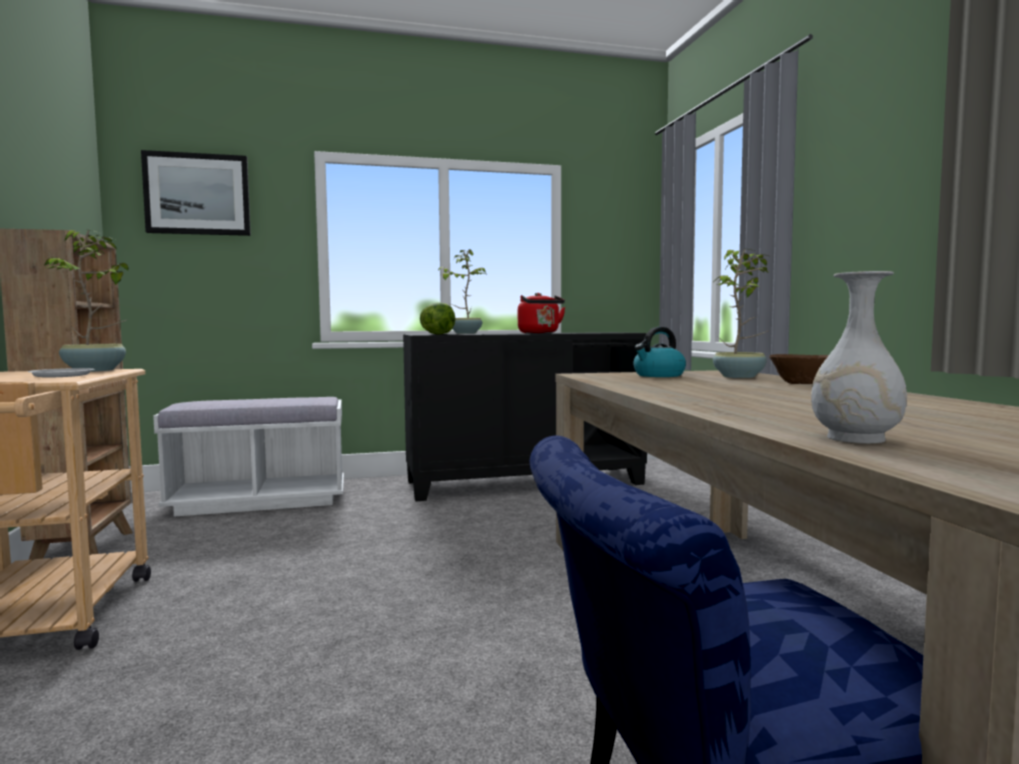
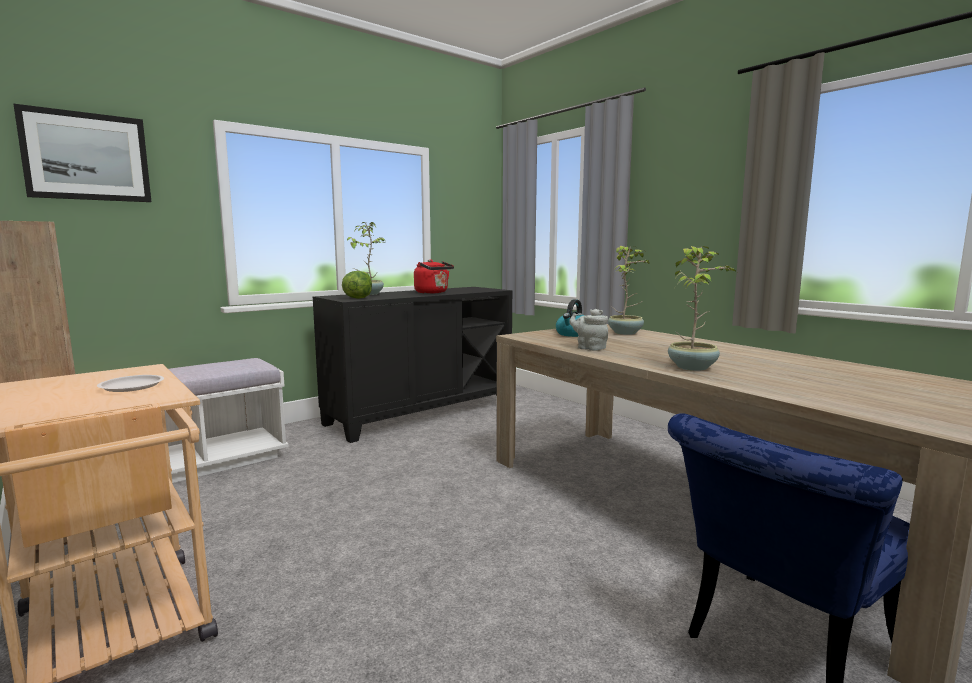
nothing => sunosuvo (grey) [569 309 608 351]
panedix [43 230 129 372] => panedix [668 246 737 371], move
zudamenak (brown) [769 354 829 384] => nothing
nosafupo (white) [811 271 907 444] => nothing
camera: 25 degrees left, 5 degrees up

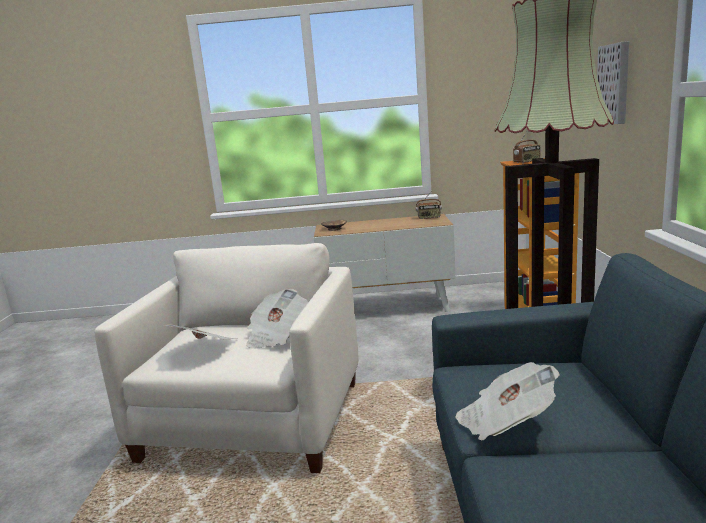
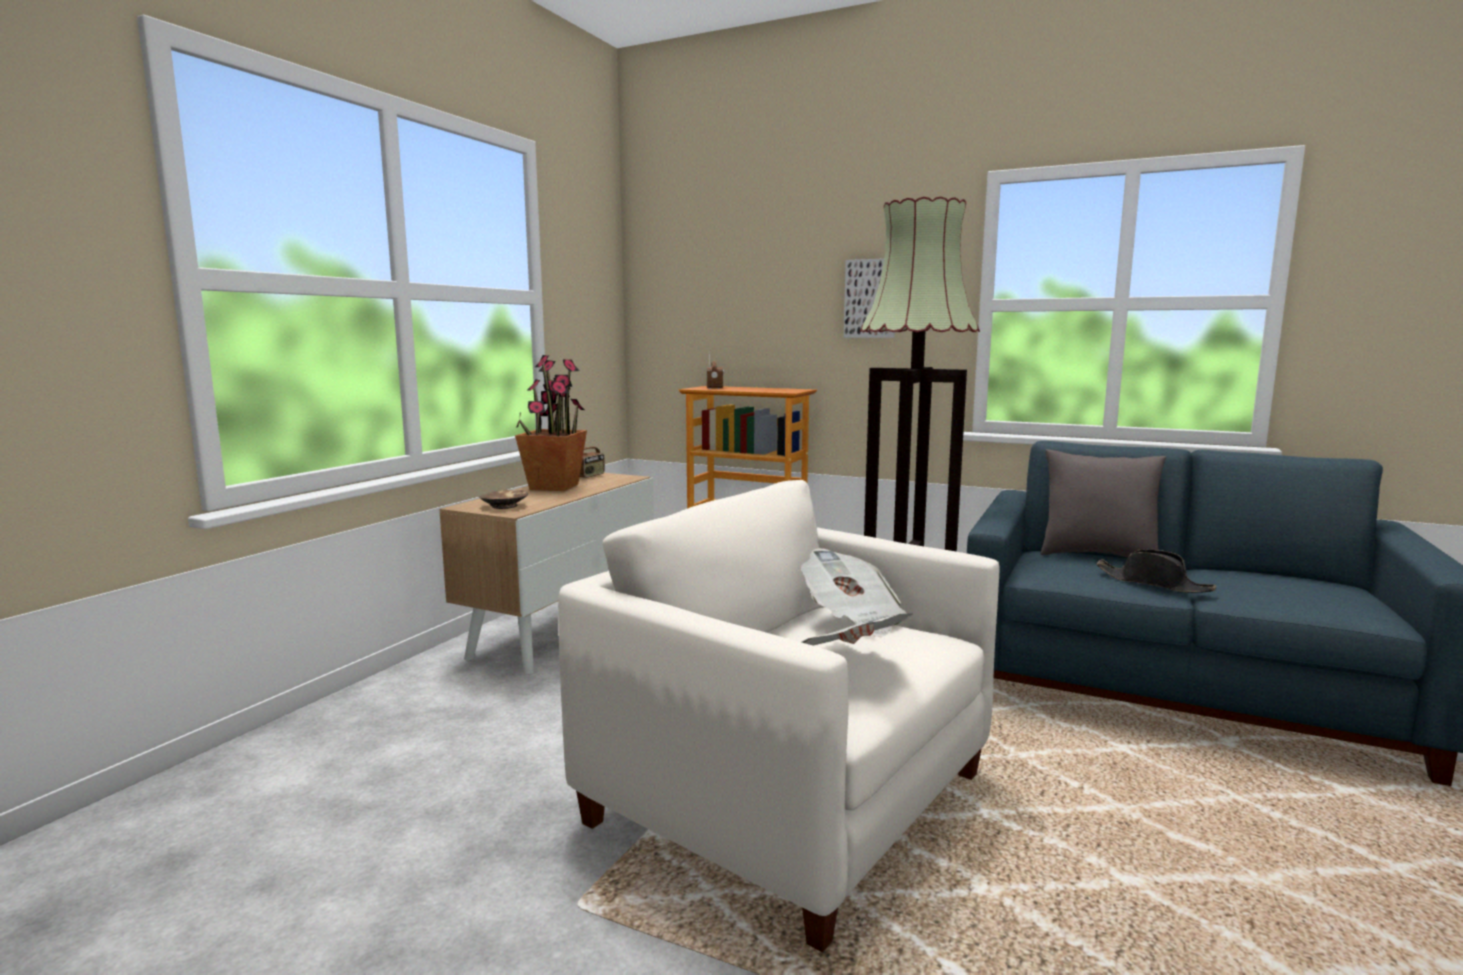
nothing => panedix [515 355 587 491]
nothing => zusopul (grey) [1041 449 1166 557]
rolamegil [455 362 560 441] => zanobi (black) [1096 549 1216 593]
camera: 65 degrees left, 5 degrees down

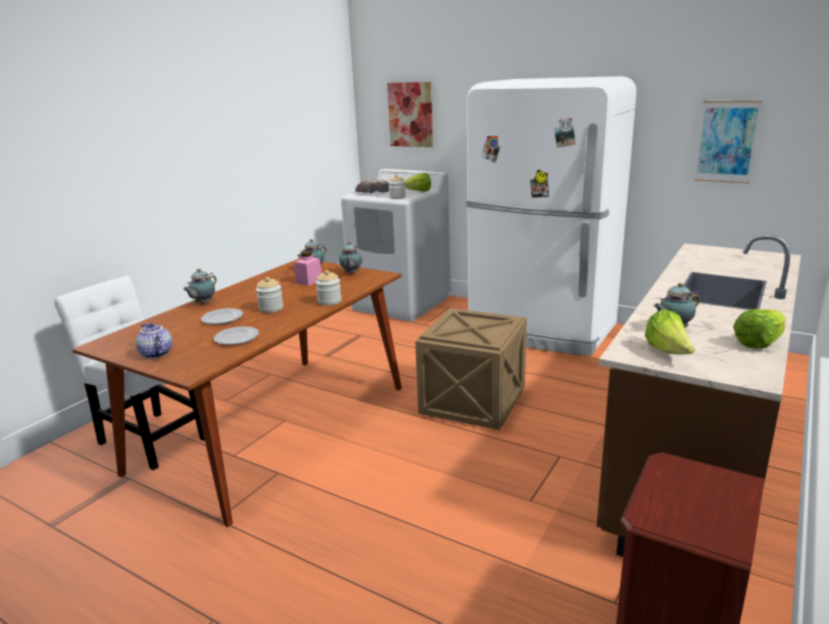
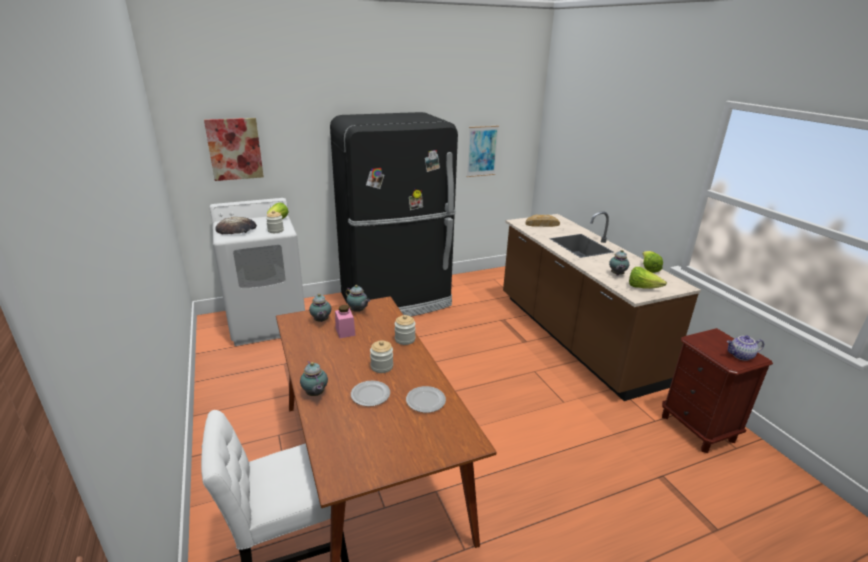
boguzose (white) [466 76 637 356] => boguzose (black) [330 112 458 316]
nothing => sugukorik [525 215 560 227]
sunosuvo [136 323 172 359] => sunosuvo [727 335 764 361], move
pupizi [415 308 527 430] => nothing
camera: 55 degrees left, 5 degrees up

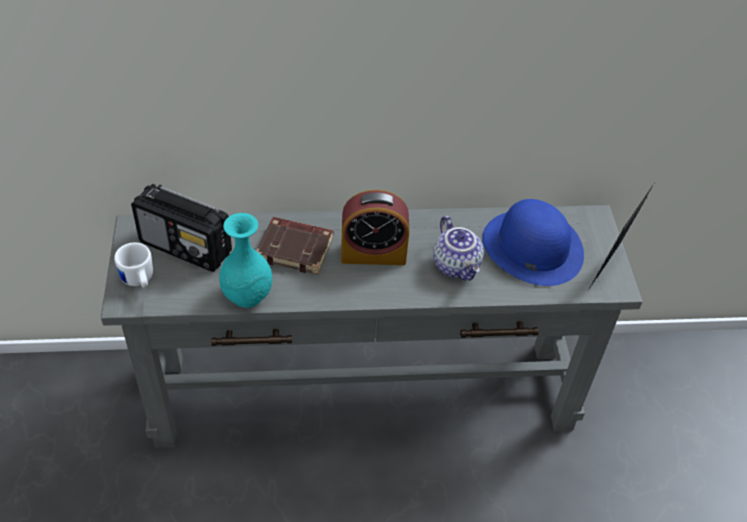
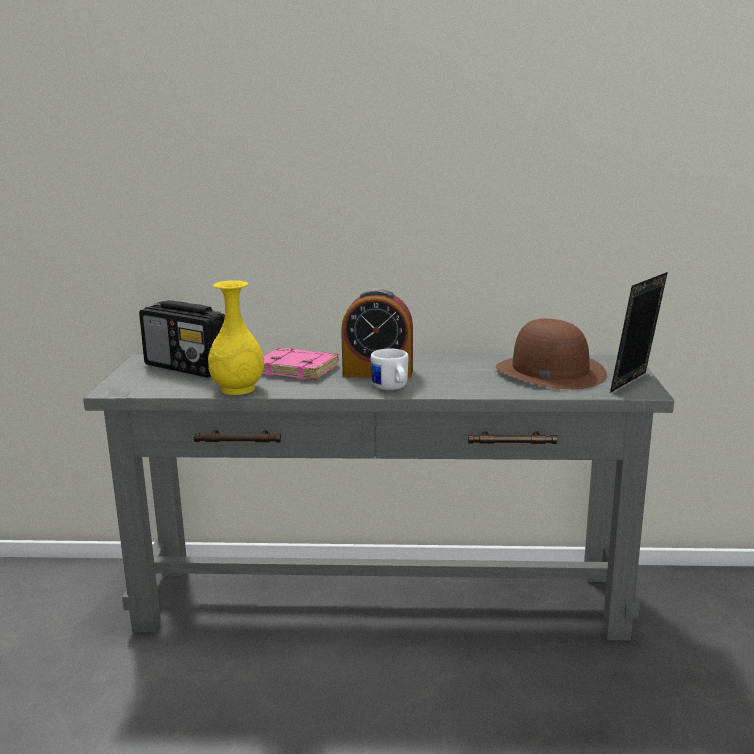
nosafupo (turquoise) [219 213 272 308] => nosafupo (yellow) [208 280 264 395]
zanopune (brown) [256 217 333 274] => zanopune (pink) [263 348 339 380]
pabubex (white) [114 243 153 288] => pabubex (white) [371 349 408 390], move
zanobi (blue) [482 199 584 286] => zanobi (brown) [496 319 607 389]
sunosuvo [433 216 484 281] => nothing
camera: 10 degrees right, 30 degrees down

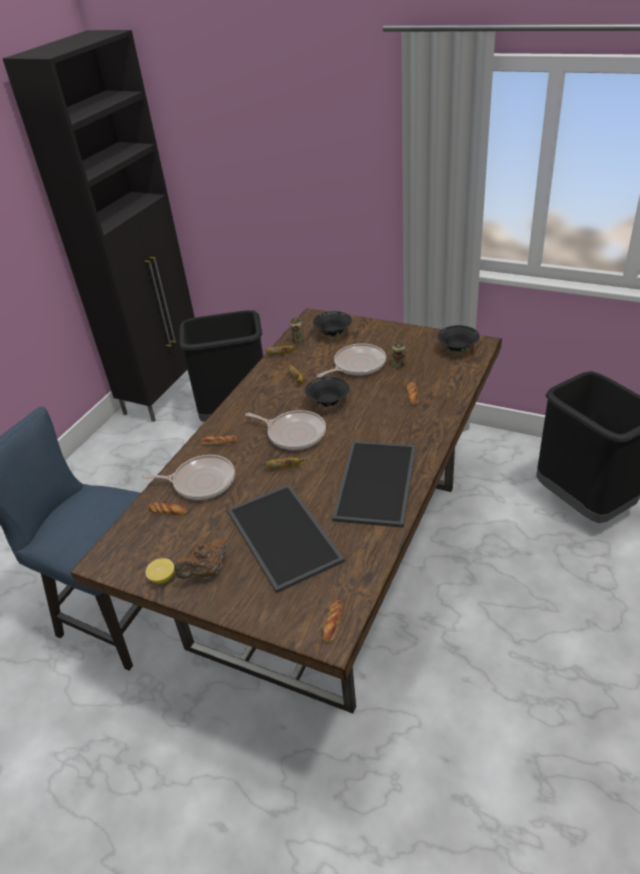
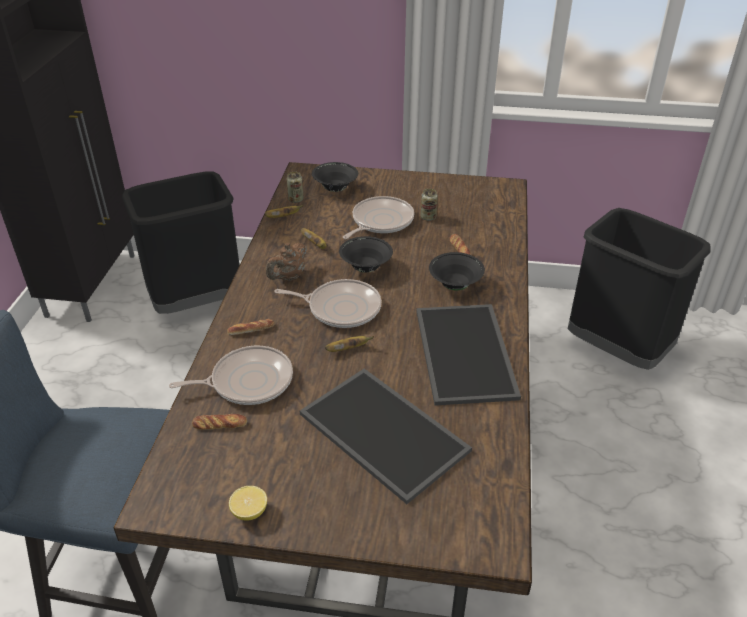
sunosuvo (brown) [174 539 229 579] => sunosuvo (brown) [266 243 307 280], move
zudamenak (black) [438 325 480 353] => zudamenak (black) [429 252 485 290], move
sugukorik [323 600 343 642] => nothing
camera: 20 degrees left, 0 degrees up

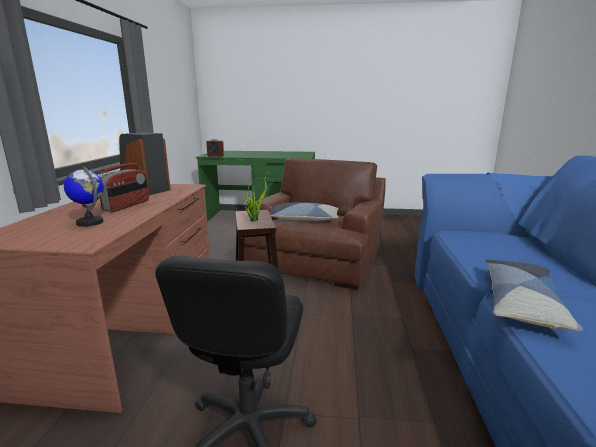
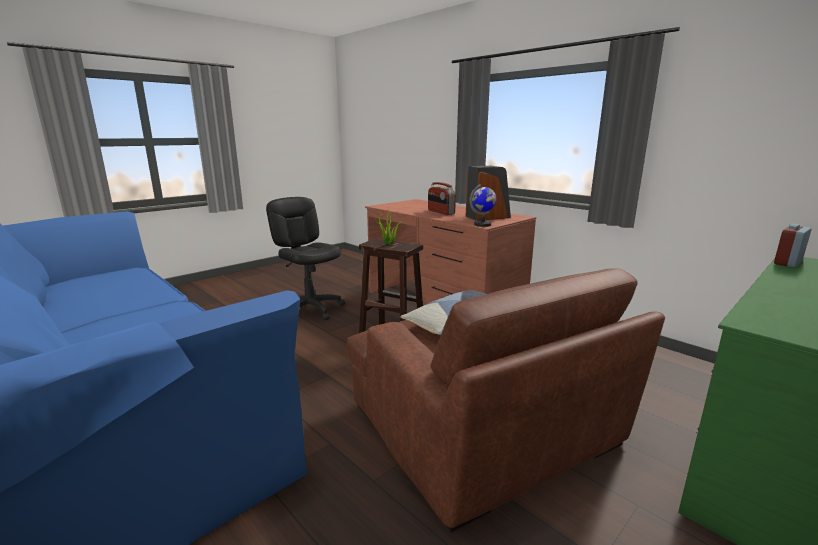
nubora [64 166 104 227] => nubora [470 184 497 227], move
zusopul [486 259 583 331] => nothing
camera: 130 degrees right, 0 degrees up

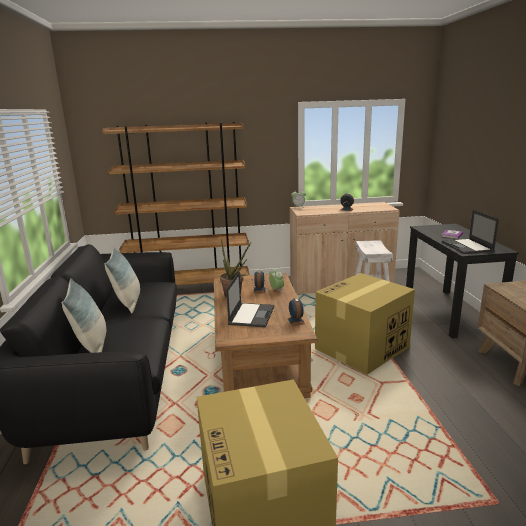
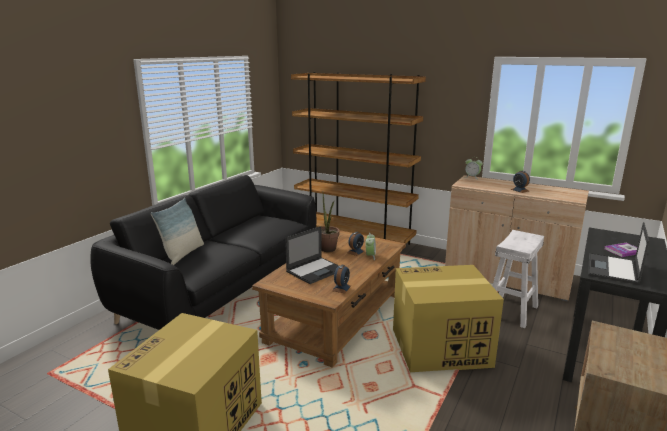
zusopul [104 247 140 313] => nothing
camera: 35 degrees right, 0 degrees up

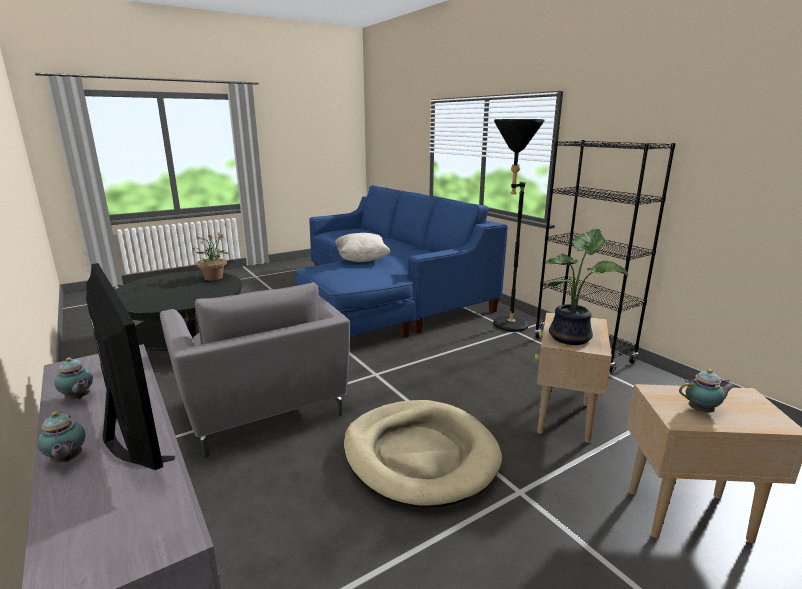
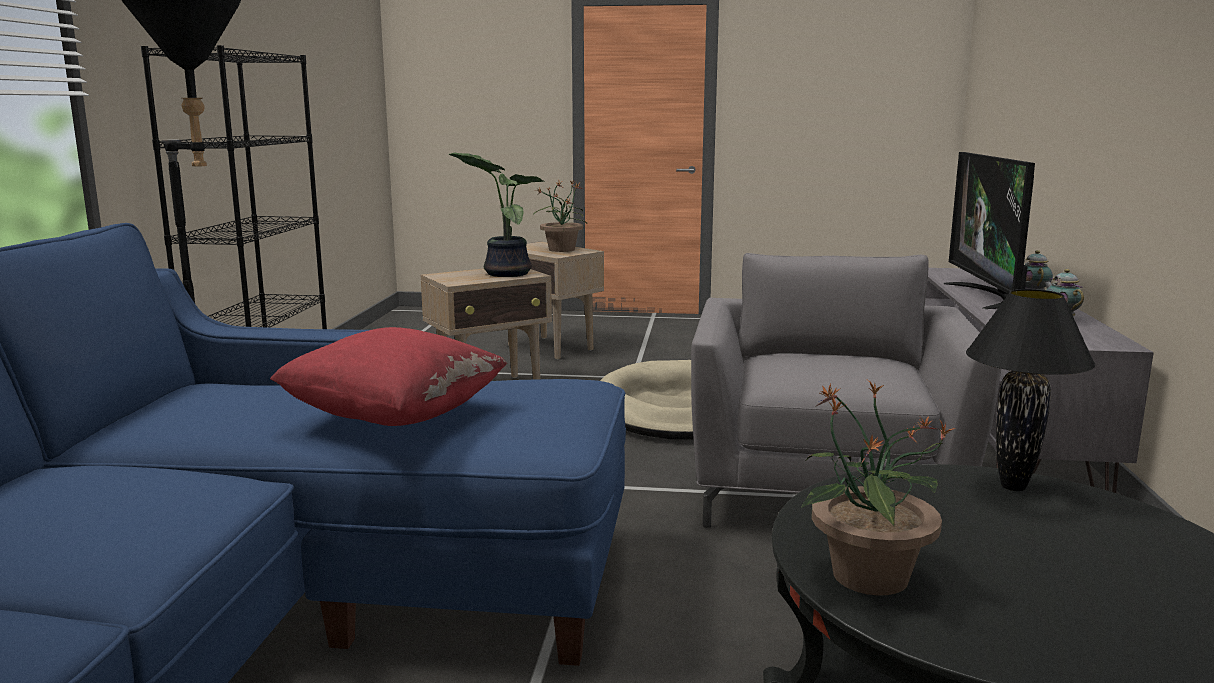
zusopul (beige) [335 233 390 262] => zusopul (red) [270 327 507 426]
sunosuvo [679 369 735 413] => panedix [533 180 587 252]
nothing => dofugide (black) [966 289 1095 491]
camera: 140 degrees left, 5 degrees down

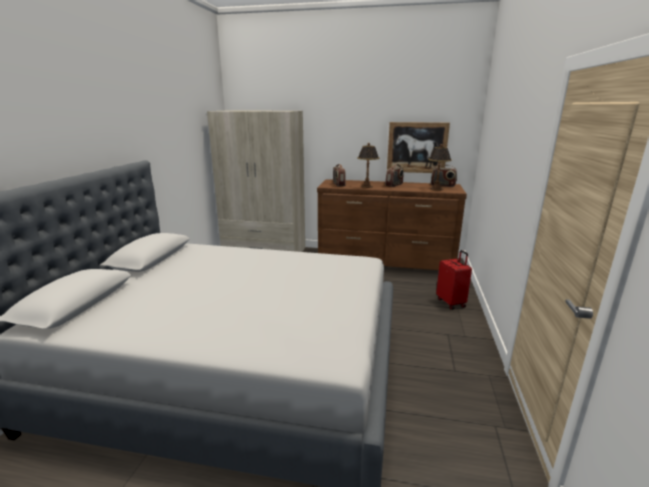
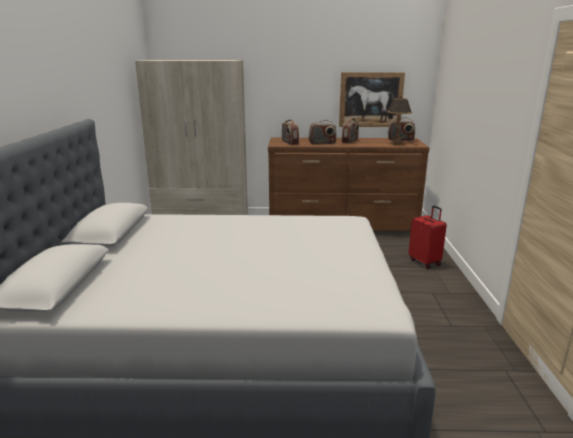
dofugide [357 143 379 188] => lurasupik [309 120 336 145]
camera: 10 degrees left, 0 degrees up

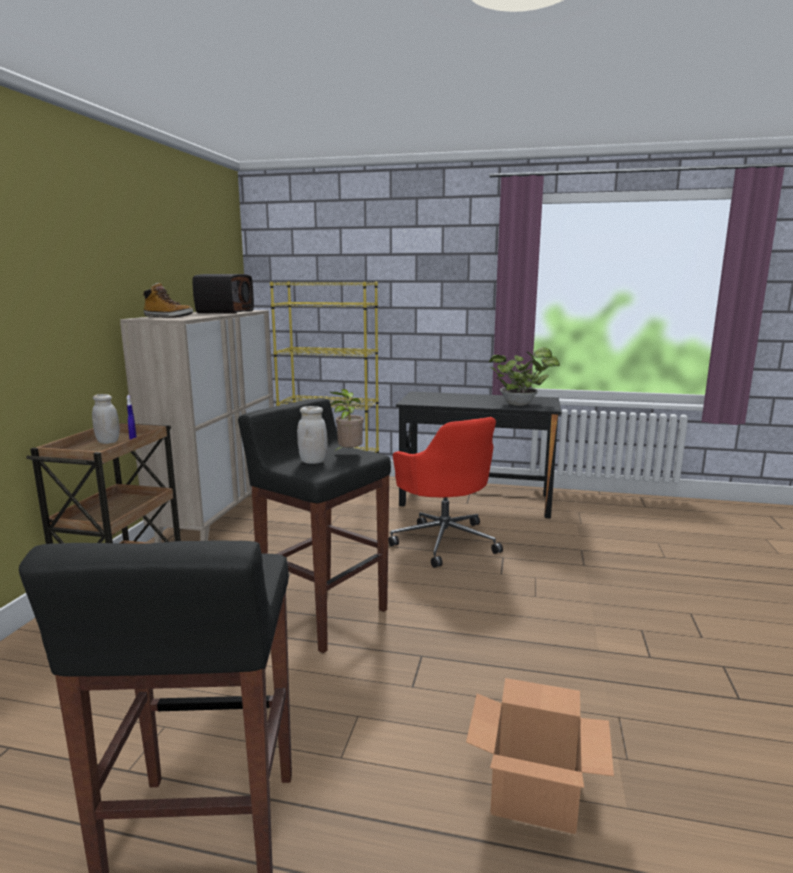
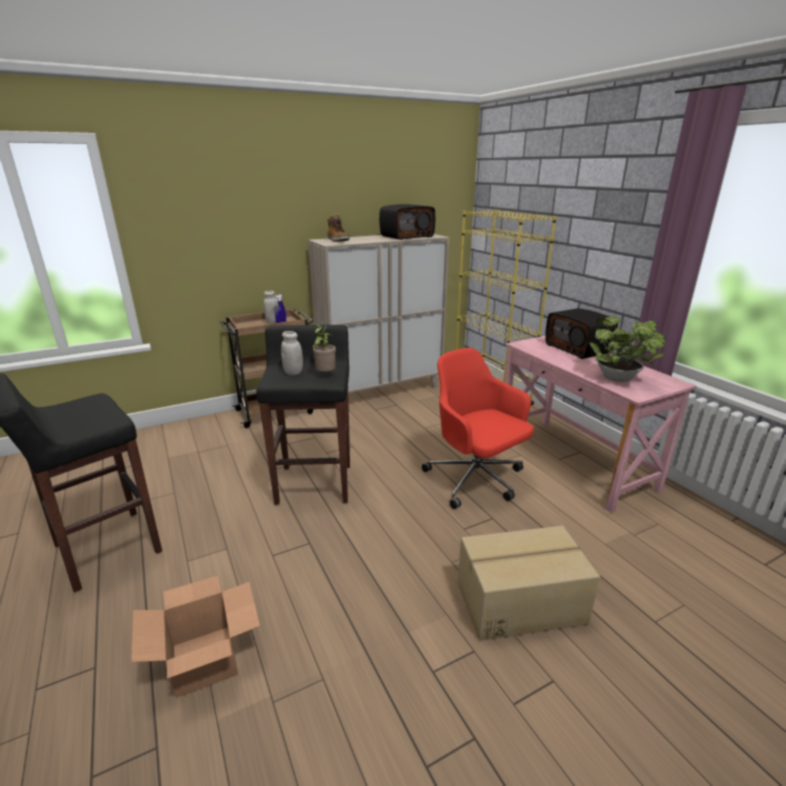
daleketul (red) [388 417 503 568] => daleketul (red) [422 348 534 509], 120 degrees clockwise
nothing => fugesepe [458 526 600 641]
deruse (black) [396 391 562 518] => deruse (pink) [505 336 696 512]
nothing => lurasupik [545 308 618 359]
camera: 50 degrees right, 10 degrees up

